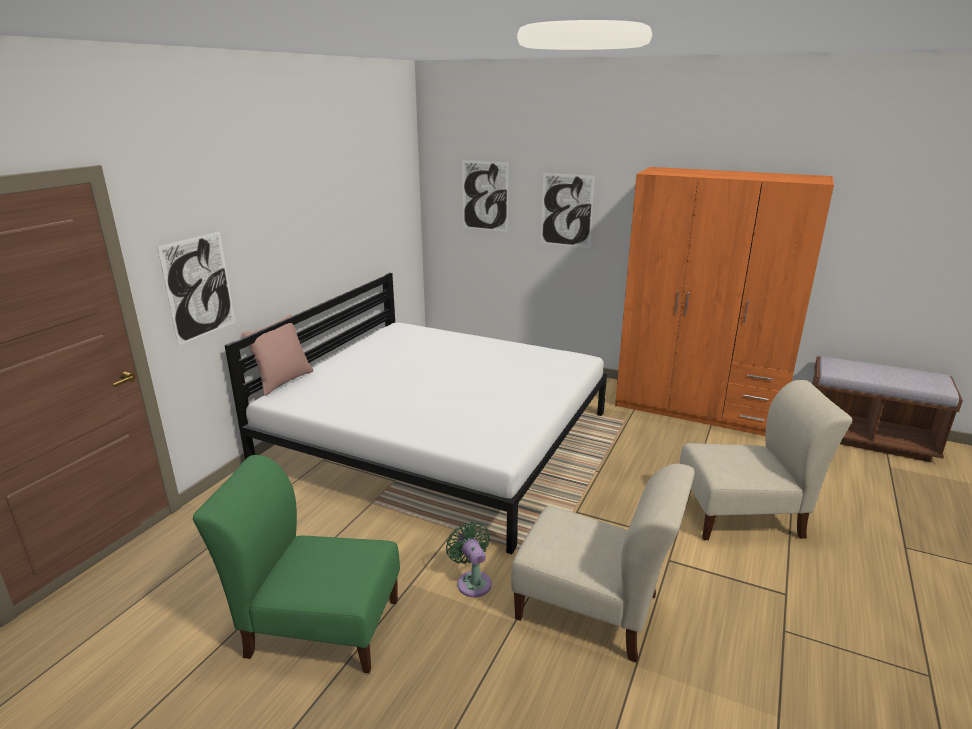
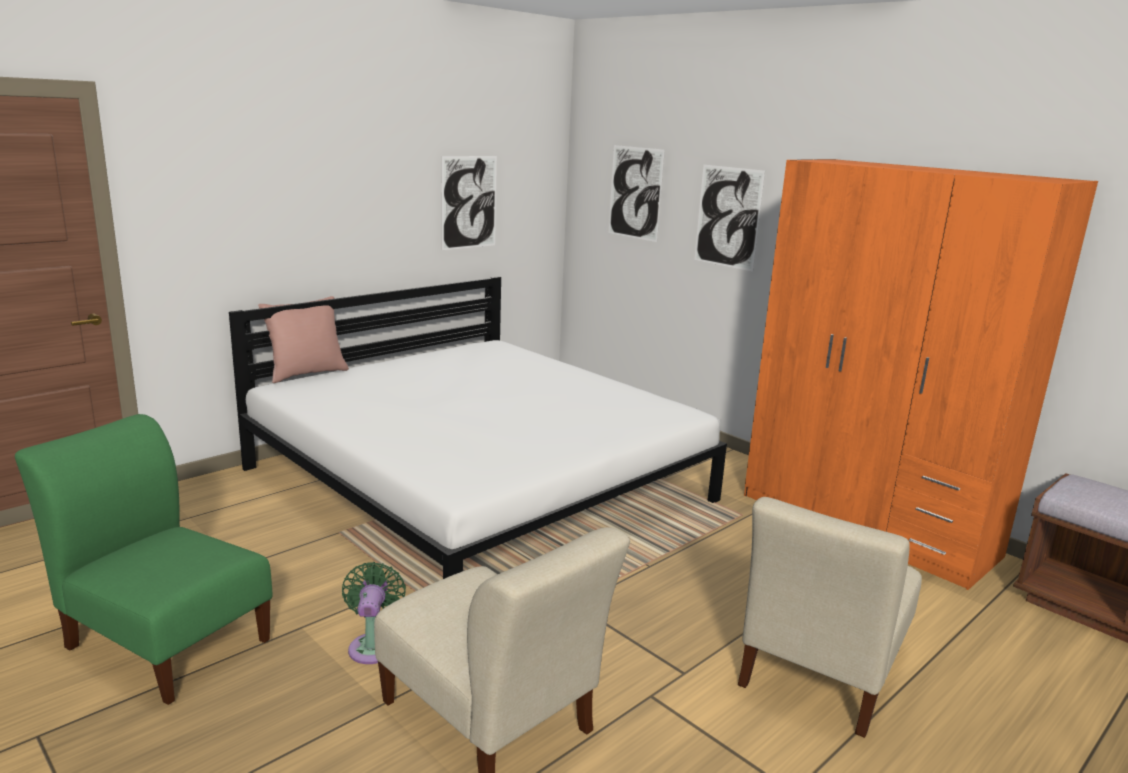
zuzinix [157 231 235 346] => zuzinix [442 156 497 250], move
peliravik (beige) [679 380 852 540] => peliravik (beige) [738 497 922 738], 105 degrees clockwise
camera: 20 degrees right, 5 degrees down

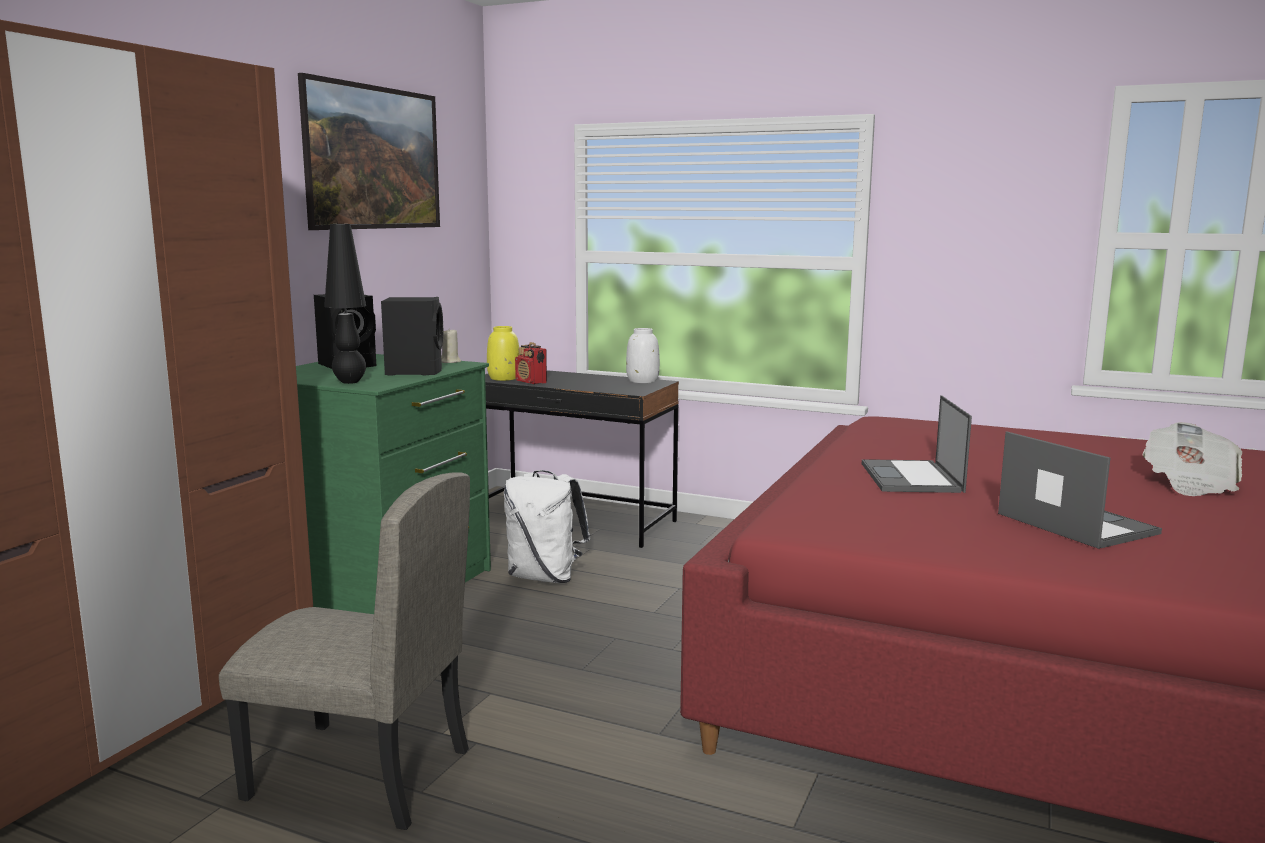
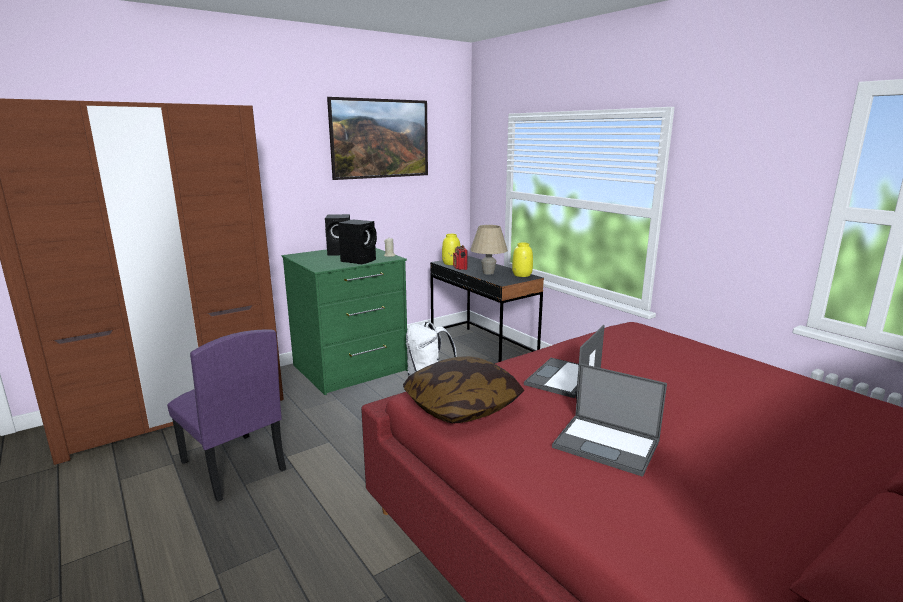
peliravik (beige) [219 472 470 830] => peliravik (purple) [167 330 286 502]
nothing => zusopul [403 356 524 423]
nothing => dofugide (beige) [470 225 508 275]
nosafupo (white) [626 328 660 383] => nosafupo (yellow) [512 243 533 277]
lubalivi [998 431 1162 549] => lubalivi [552 363 667 477], 120 degrees clockwise
dofugide (black) [324 224 366 384] => nothing
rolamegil [1142 422 1242 496] => nothing
camera: 30 degrees right, 5 degrees up

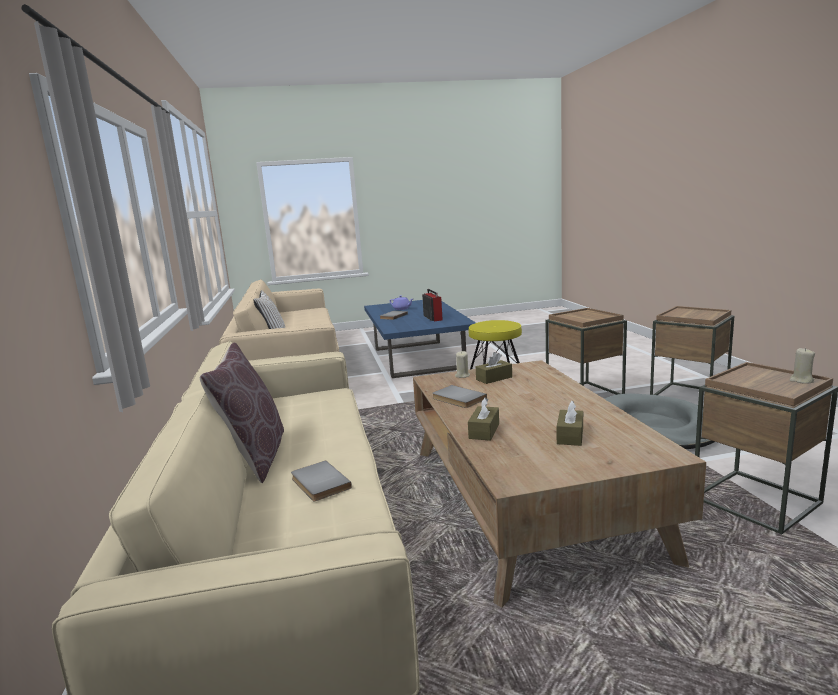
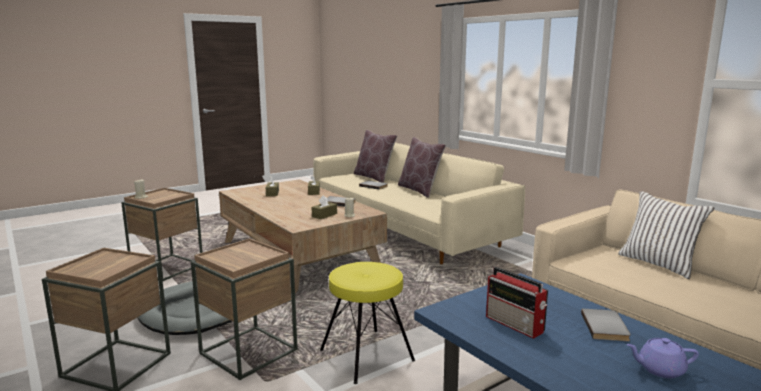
nothing => zusopul (brown) [354 130 397 183]
camera: 155 degrees right, 0 degrees up

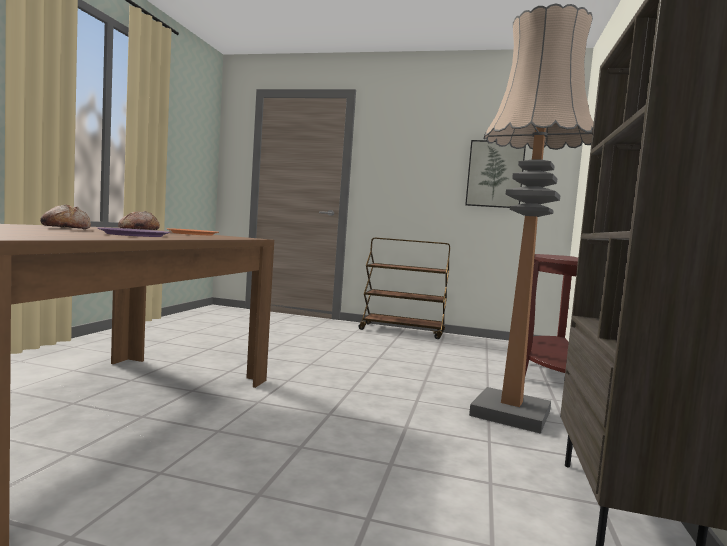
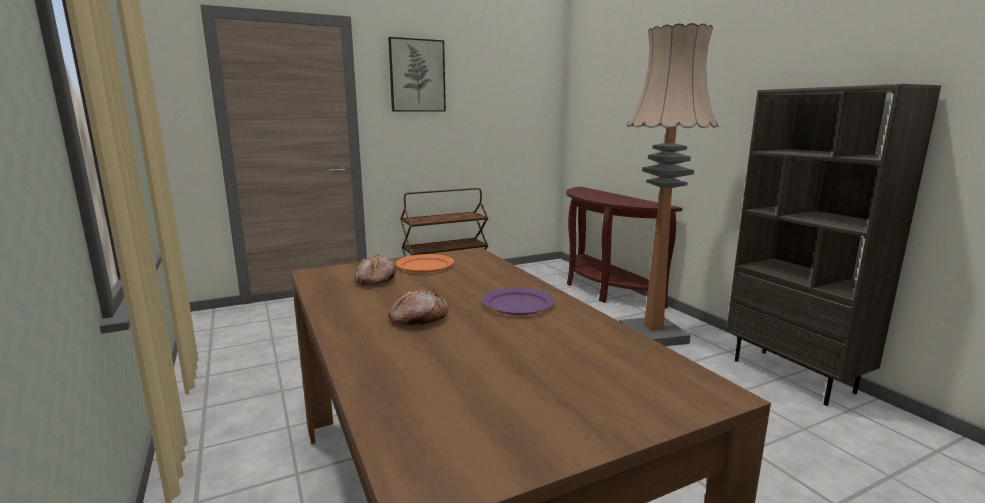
zuzinix [465 140 526 208] => zuzinix [388 37 446 112], move
camera: 40 degrees left, 10 degrees up

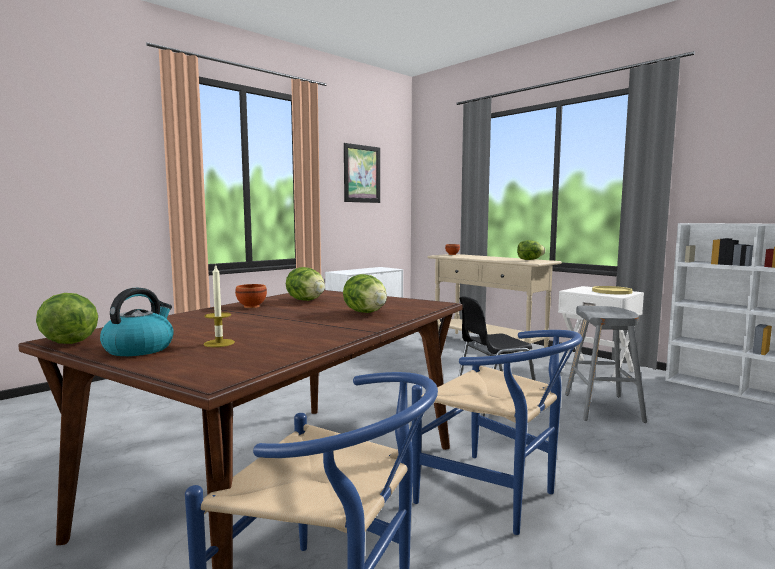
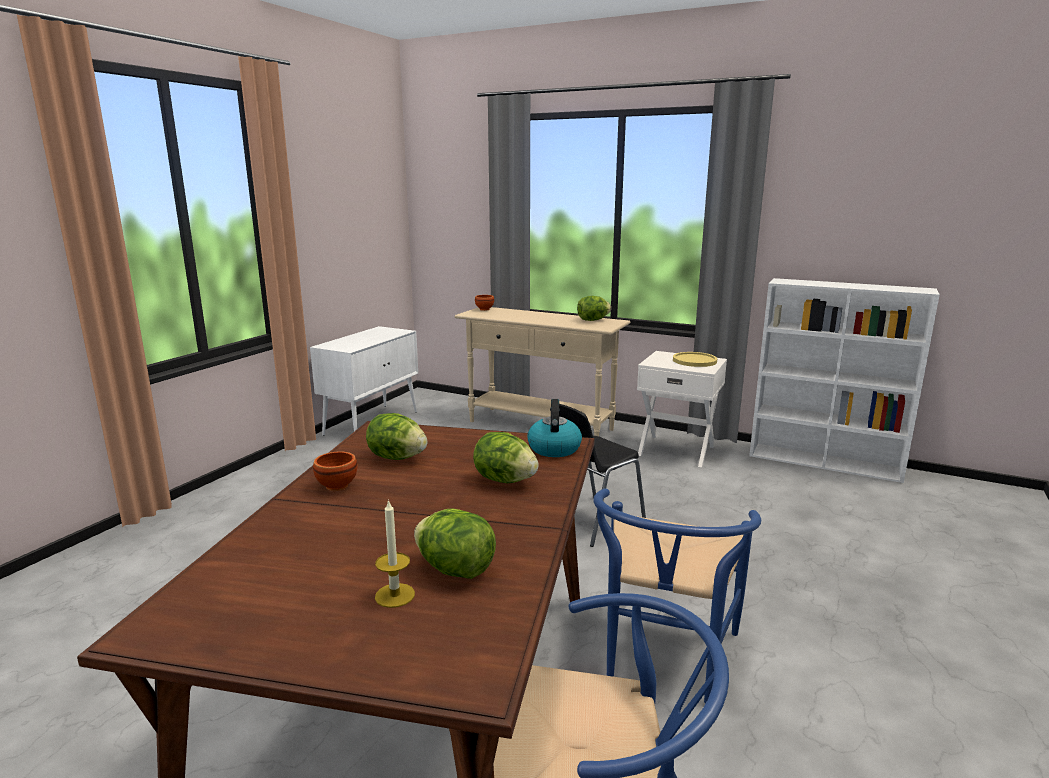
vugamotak [36 293 98 344] => vugamotak [414 508 496 579], move
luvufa [100 288 174 356] => luvufa [527 399 582 457], move
peliravik (blue) [412 330 582 535] => peliravik (blue) [593 488 761 704], 90 degrees clockwise
zuzinix [344 143 380 203] => nothing
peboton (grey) [565 306 647 423] => nothing
camera: 20 degrees left, 10 degrees up

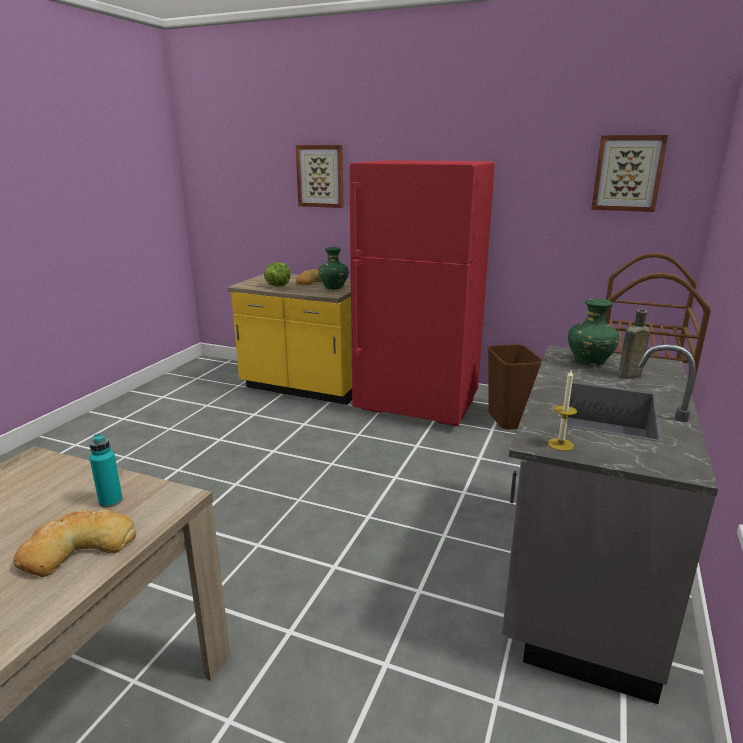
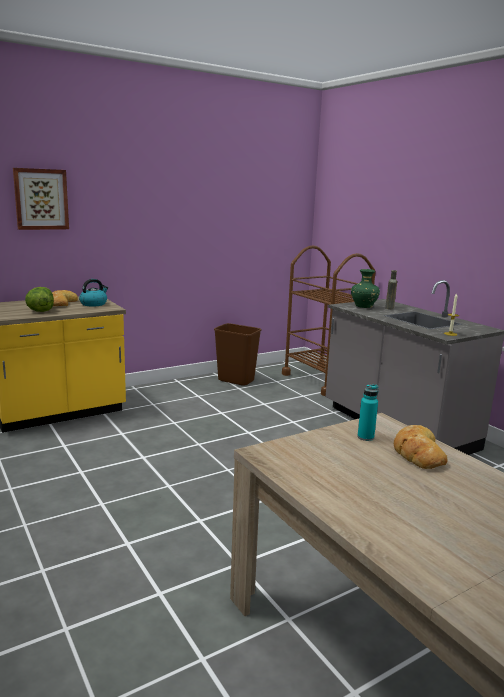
nosafupo (green) [318 247 349 289] => luvufa [79 279 108 306]
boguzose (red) [349 160 495 426] => nothing
zuzinix [591 135 668 212] => nothing
camera: 55 degrees left, 5 degrees down

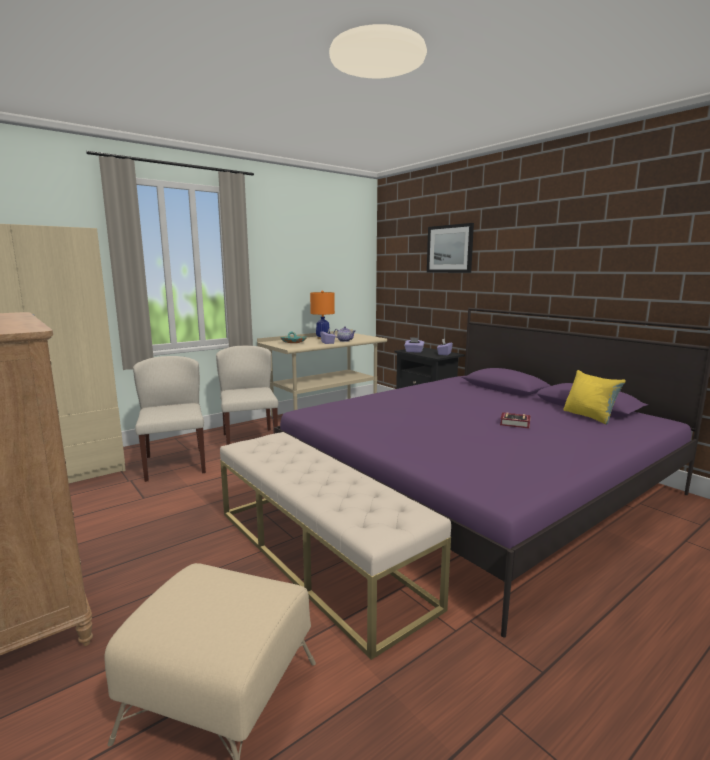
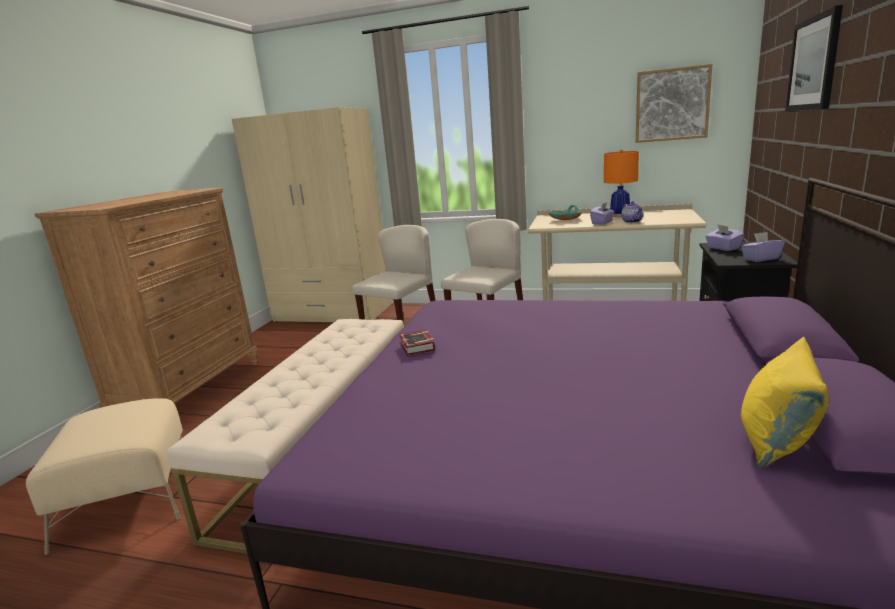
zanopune [500 412 531 428] => zanopune [399 330 435 356], move
nothing => zuzinix [636 64 712 143]
camera: 55 degrees right, 5 degrees up

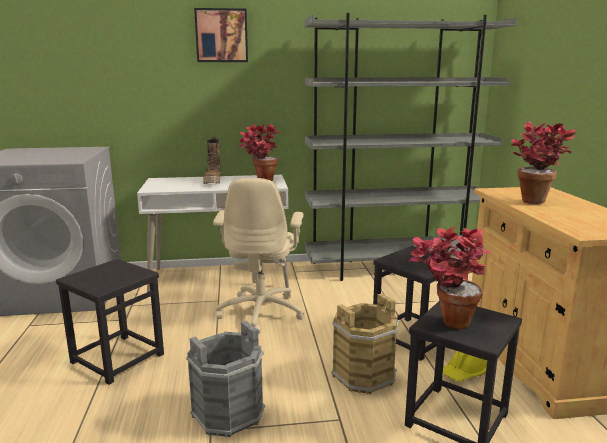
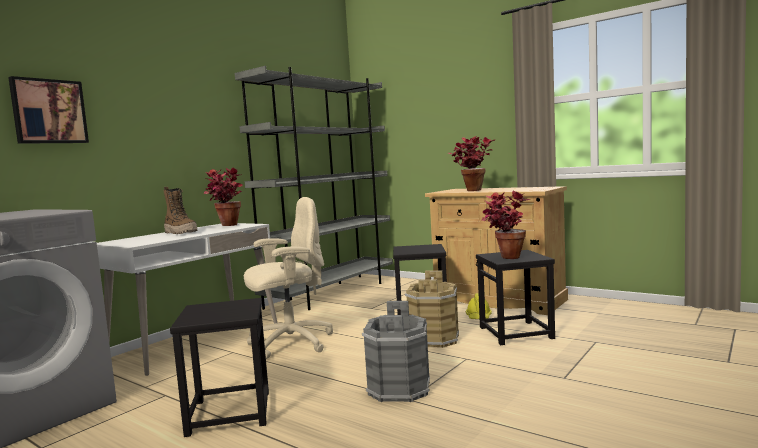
zuzinix [194 8 248 62] => zuzinix [8 76 89 144], move
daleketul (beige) [213 178 304 334] => daleketul (beige) [244 197 333 359], 75 degrees counterclockwise
camera: 45 degrees left, 10 degrees down

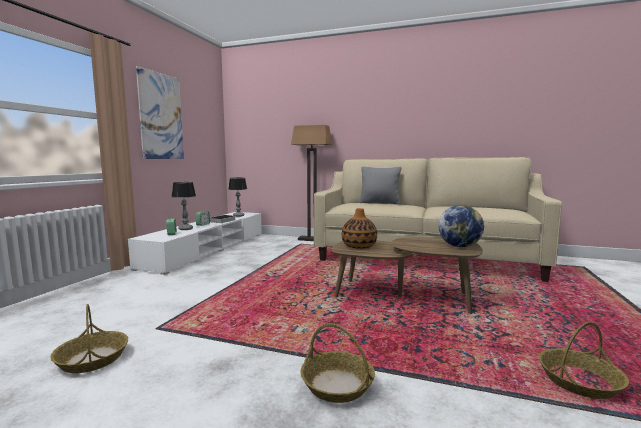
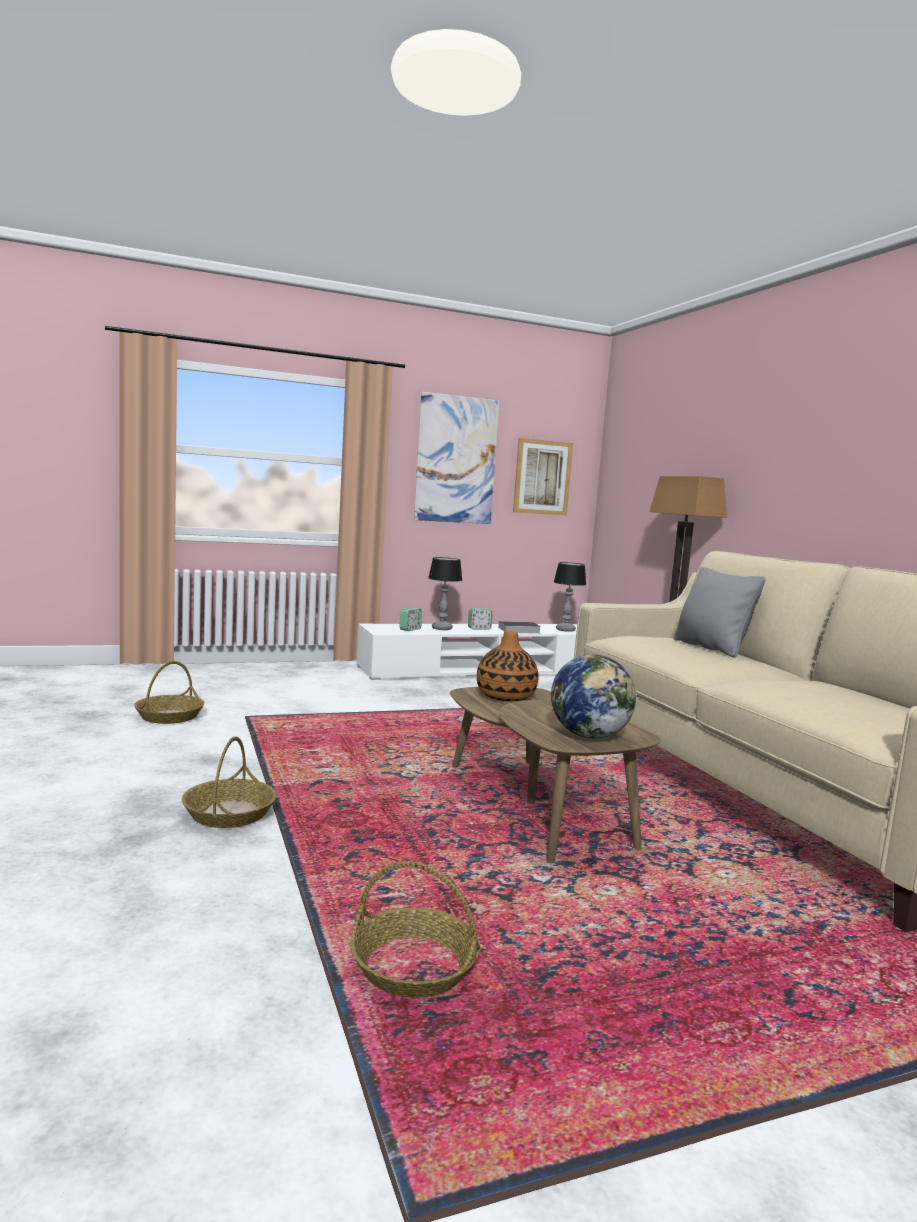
nothing => zuzinix [513 438 573 516]
camera: 50 degrees right, 0 degrees up

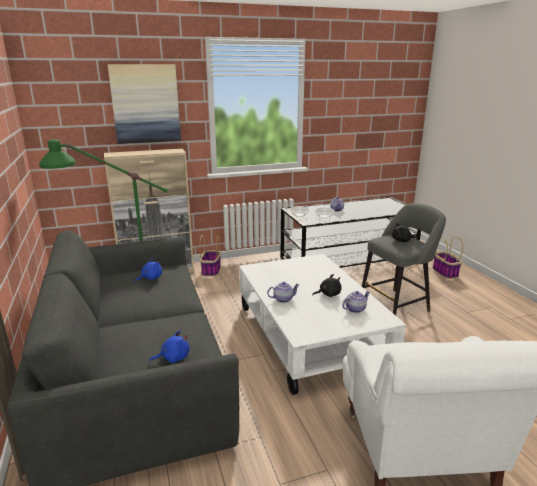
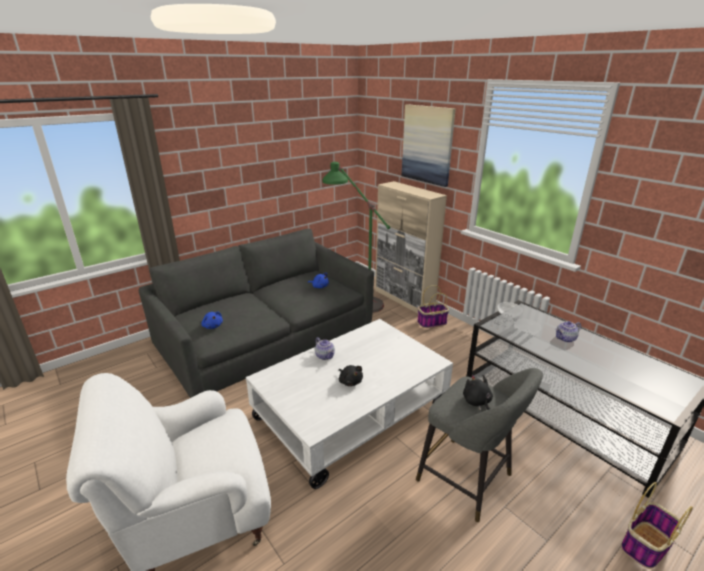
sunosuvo [342 291 370 313] => nothing
camera: 70 degrees right, 5 degrees up

